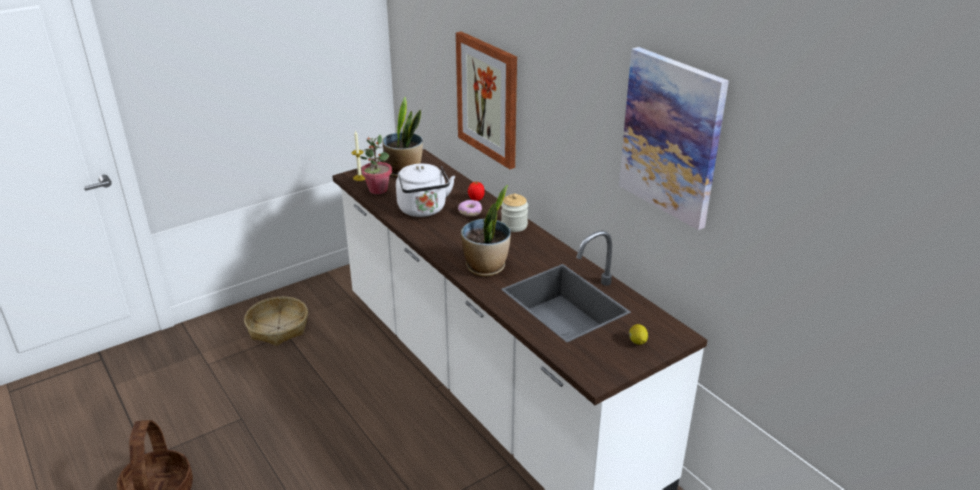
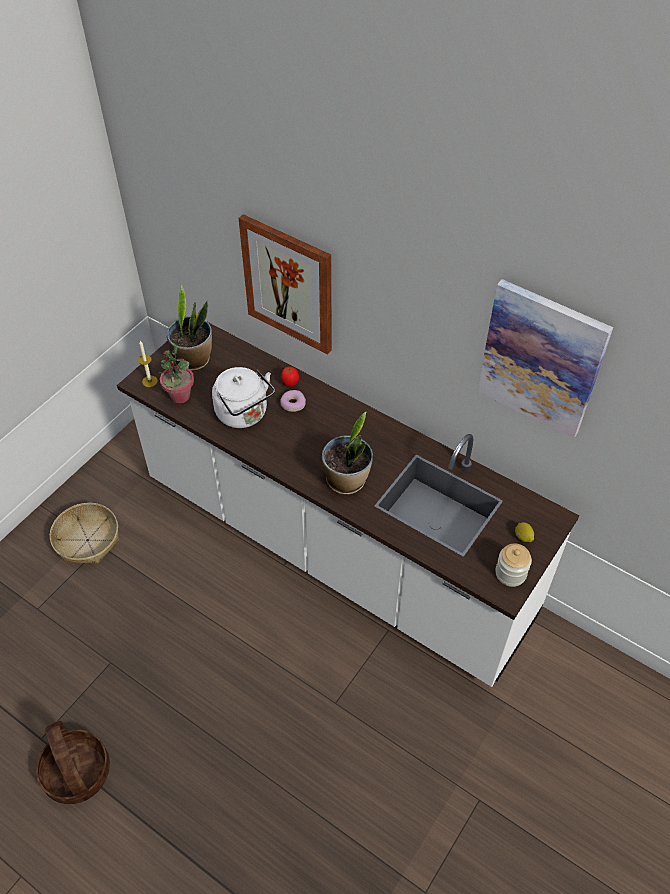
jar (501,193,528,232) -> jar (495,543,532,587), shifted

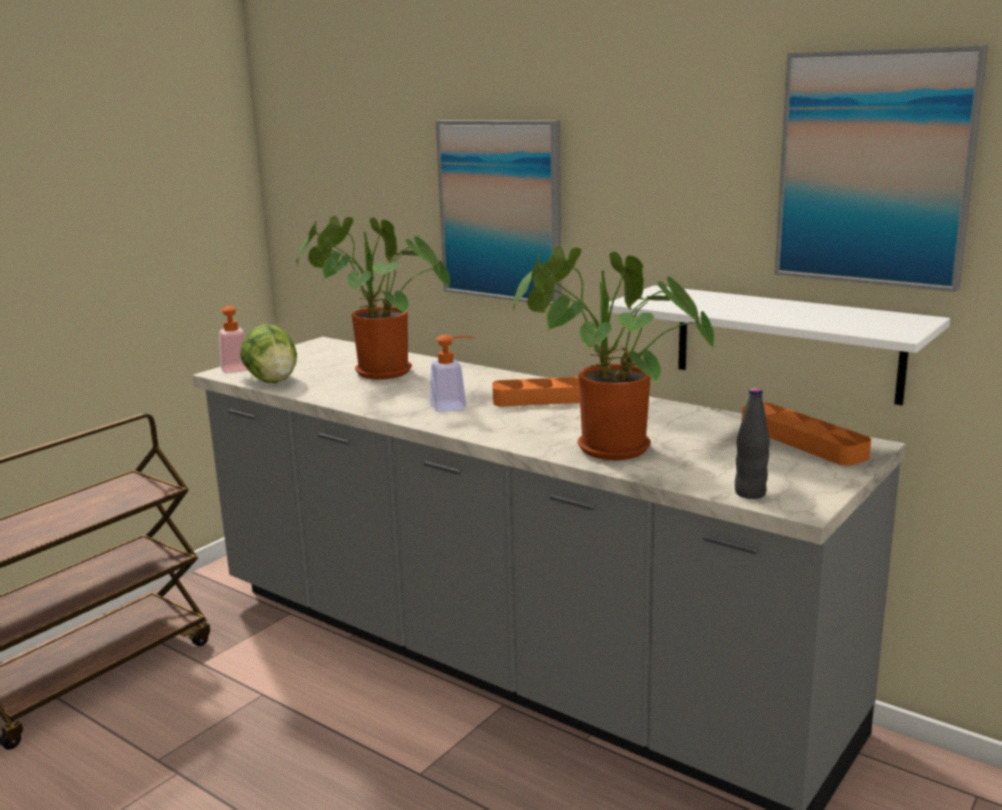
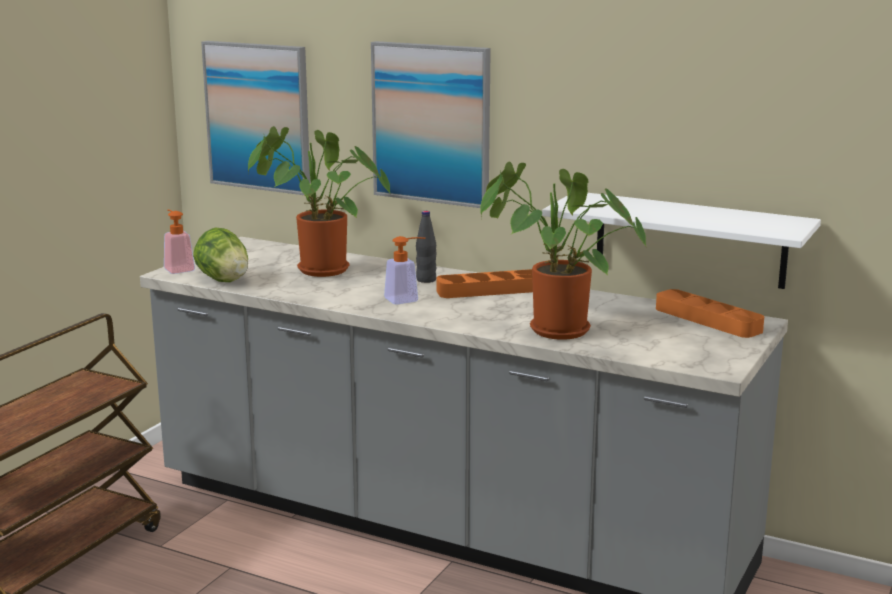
picture (774,45,988,292) -> picture (201,41,310,195), shifted
black_bottle (735,388,770,499) -> black_bottle (416,211,437,283), shifted

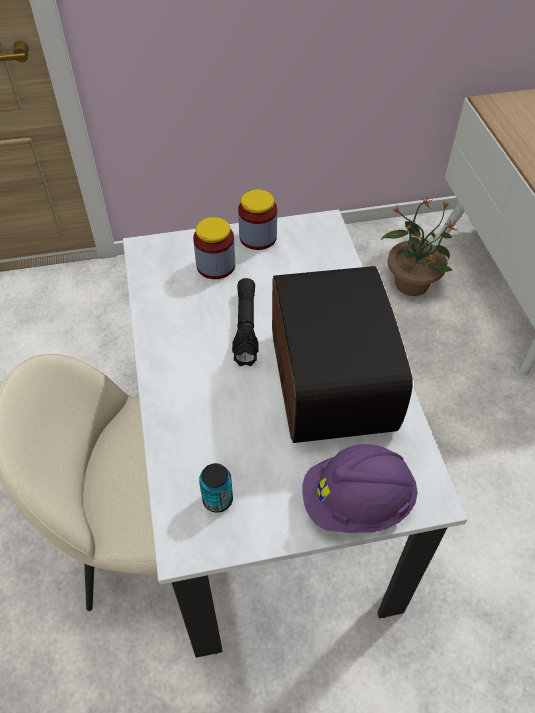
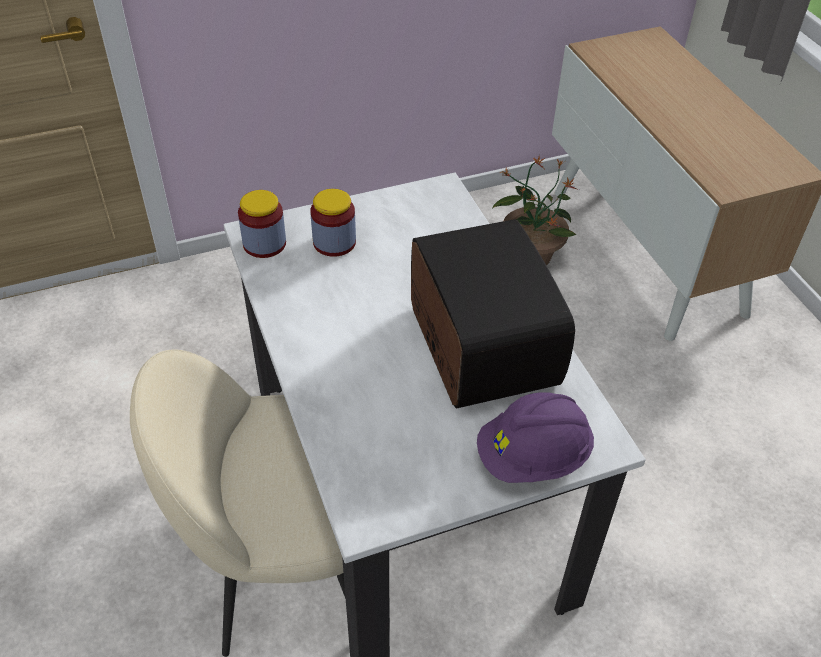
jar (238,189,277,250) -> jar (238,190,286,258), shifted
can (199,463,233,512) -> none
black_flashlight (232,278,258,366) -> none

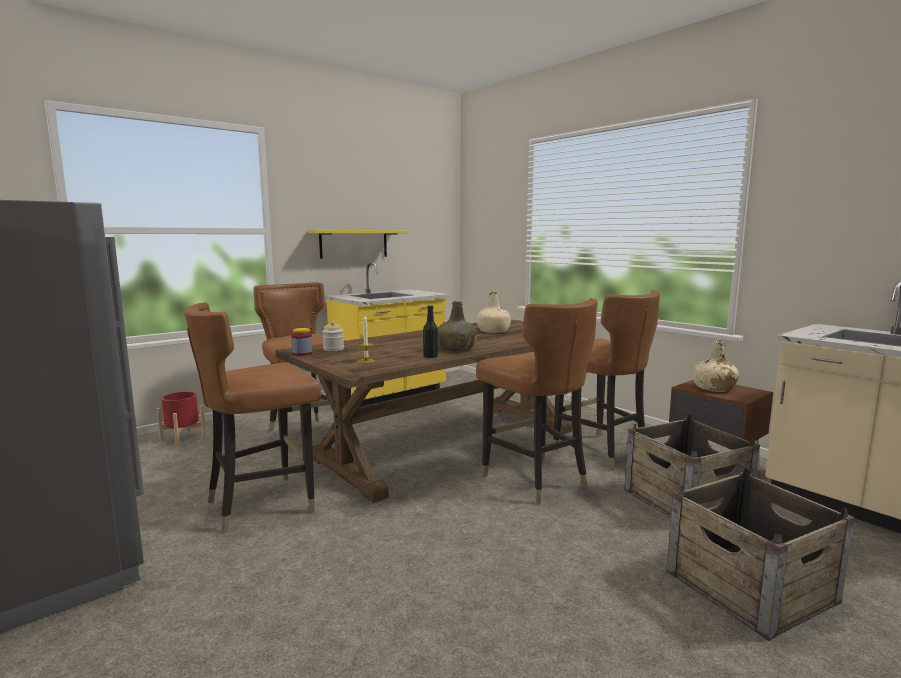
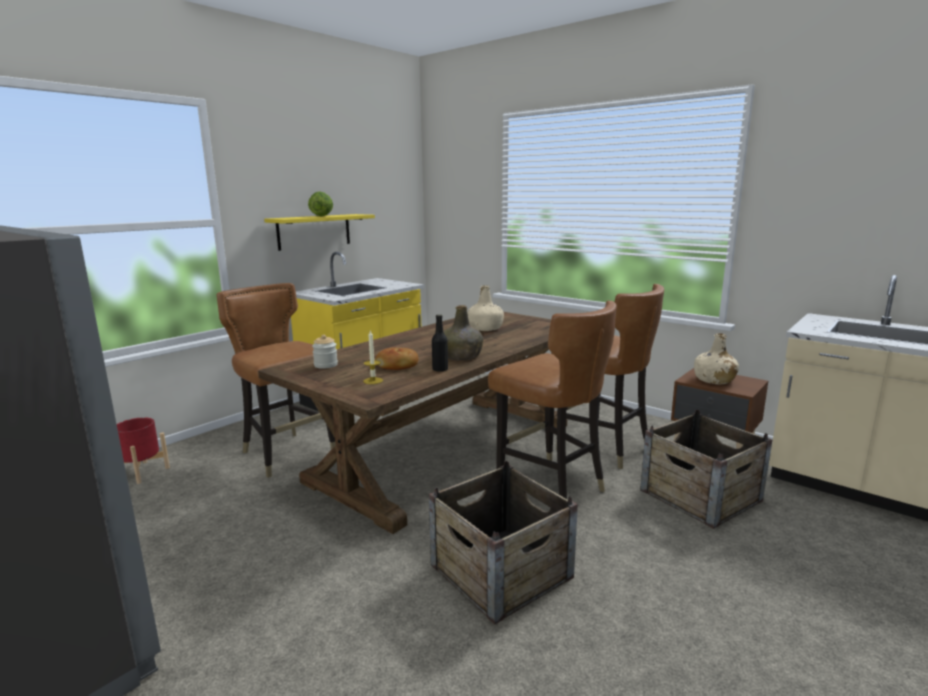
none -> lettuce (308,191,333,217)
none -> bread (375,347,418,370)
crate (667,468,855,641) -> crate (429,461,578,625), shifted
brown_chair (184,302,321,533) -> none
jar (291,328,313,356) -> none

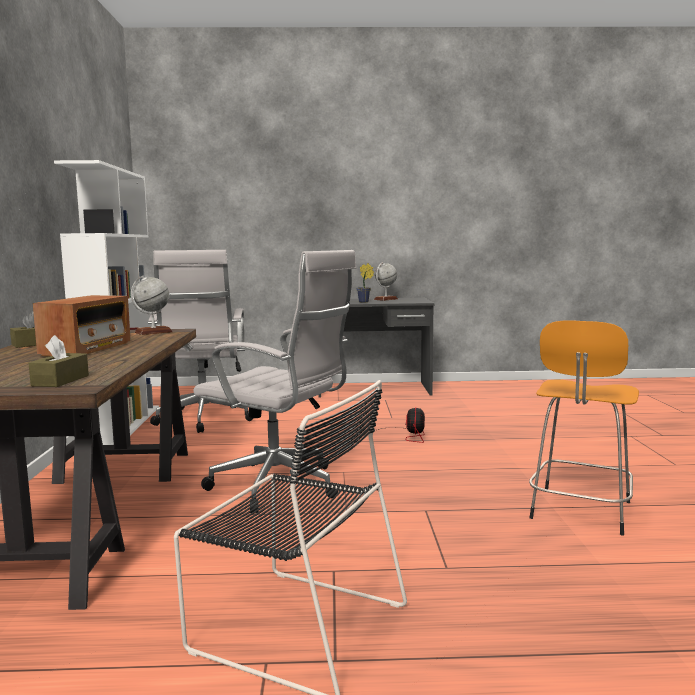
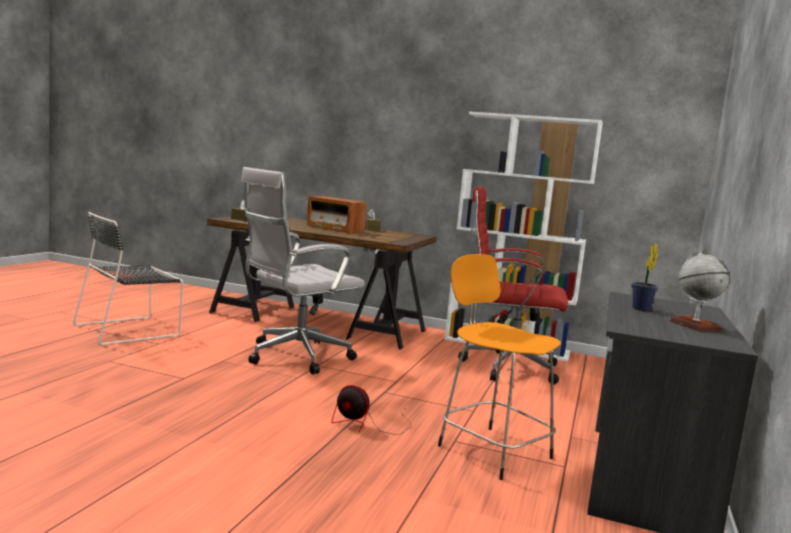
orange_stool (529,320,639,536) -> orange_stool (438,254,561,480), shifted
white_office_chair (148,250,254,433) -> red_office_chair (458,187,568,385)
globe (131,276,173,335) -> none

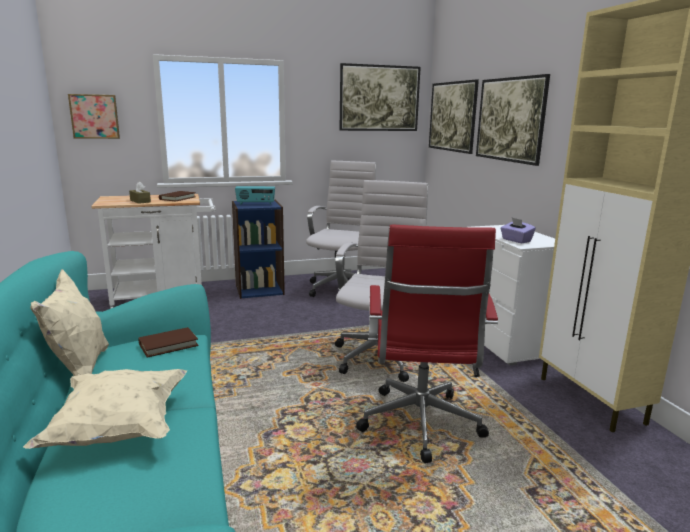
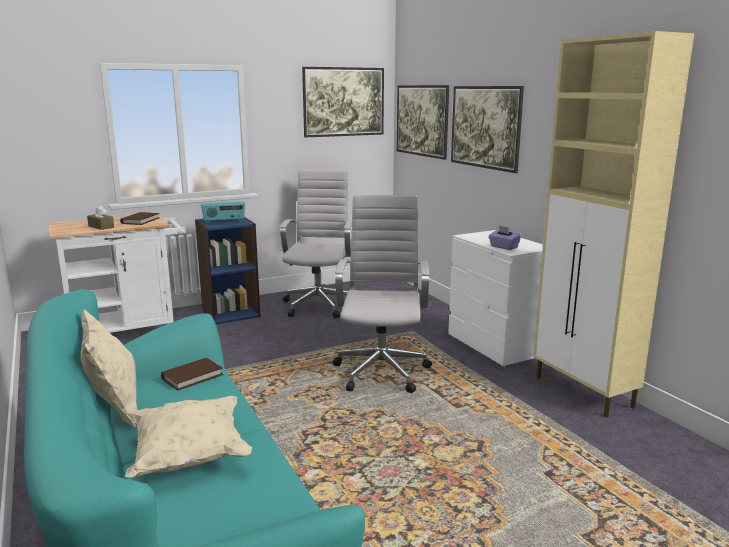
picture (68,94,120,139) -> none
red_office_chair (356,225,498,463) -> none

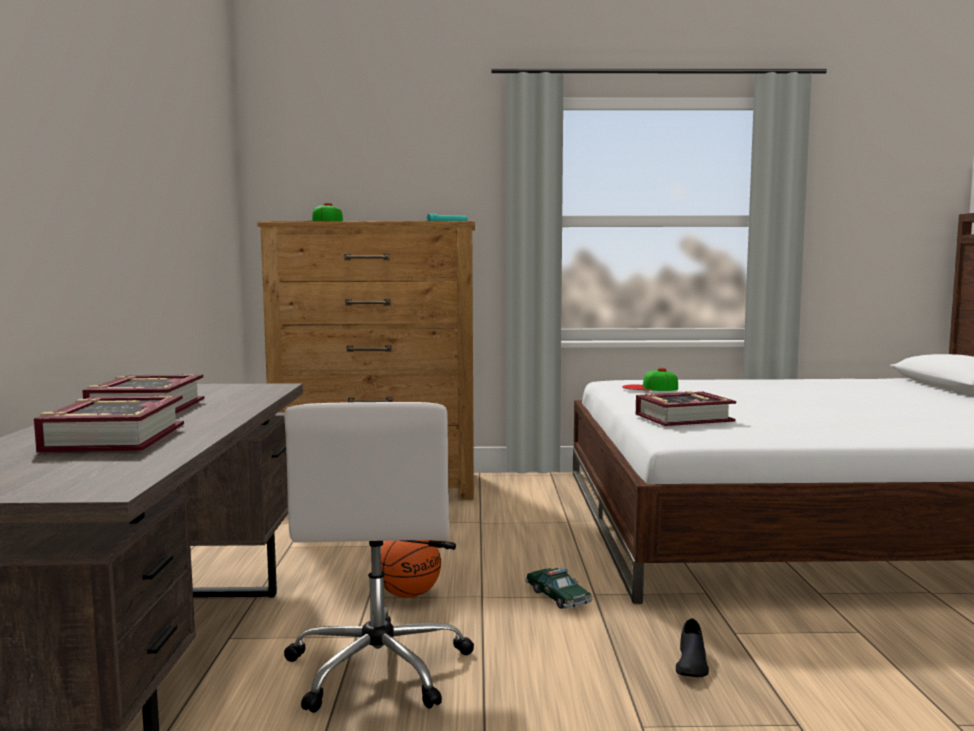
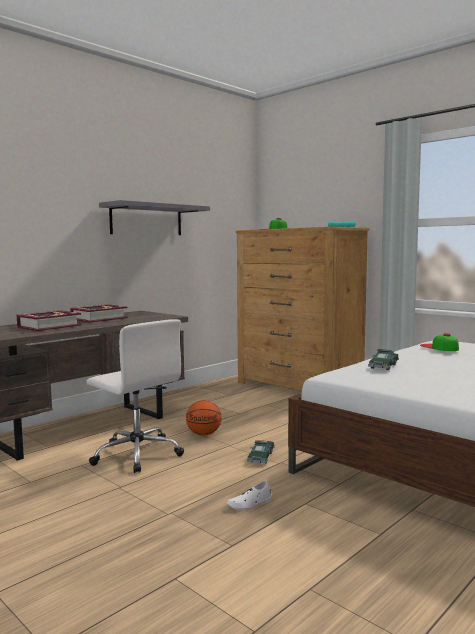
white_office_chair (284,402,474,713) -> white_office_chair (86,319,184,473), 90 degrees counterclockwise
none -> grey_shelf (99,200,210,235)
black_shoe (676,618,709,677) -> white_shoe (227,481,272,511)
book (636,391,736,426) -> toy_car (368,349,399,370)

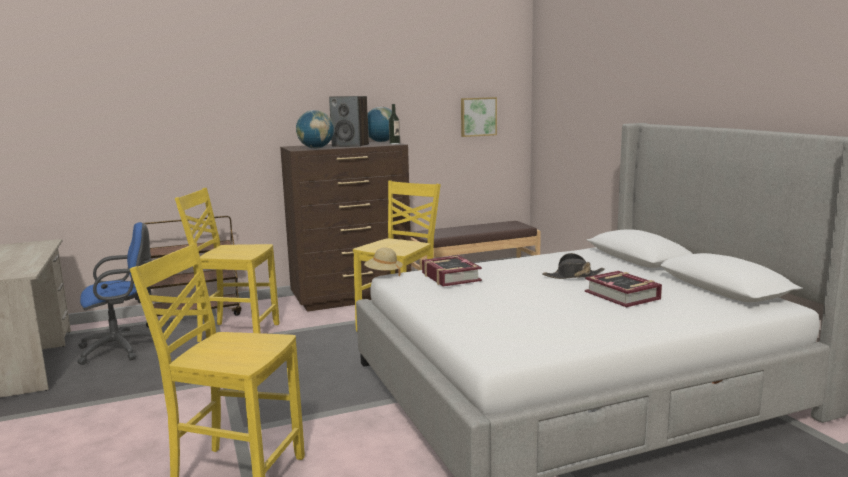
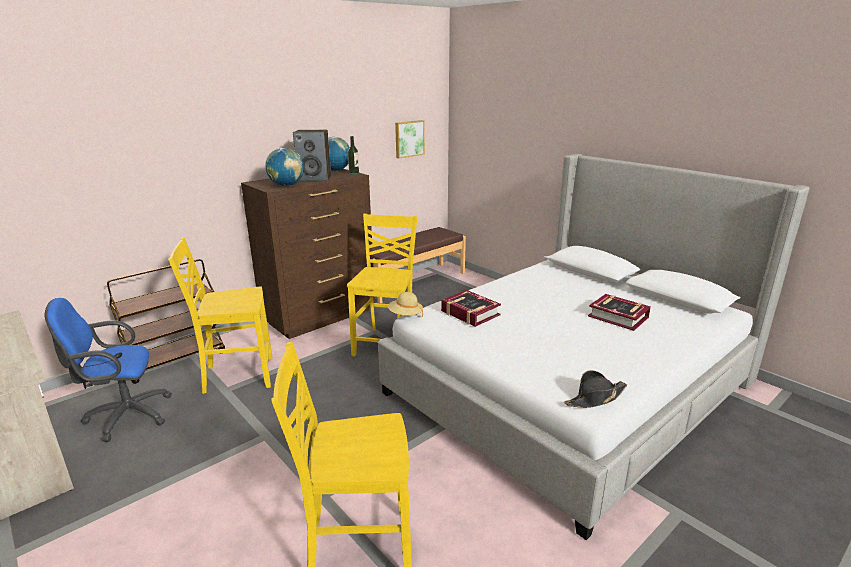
blue_office_chair (77,222,152,365) -> blue_office_chair (44,298,172,442), 150 degrees counterclockwise
black_hat (542,253,605,279) -> black_hat (564,370,627,408), shifted

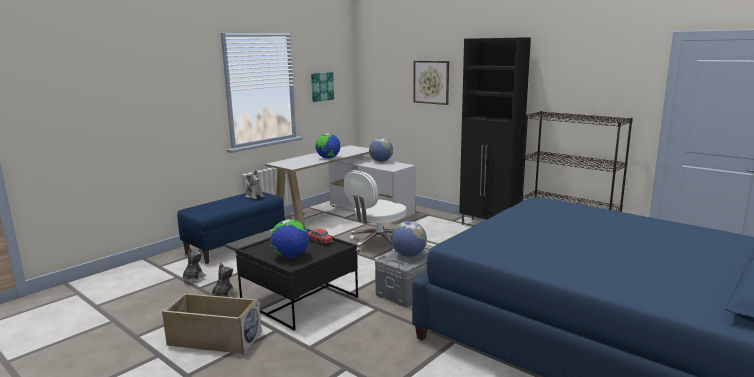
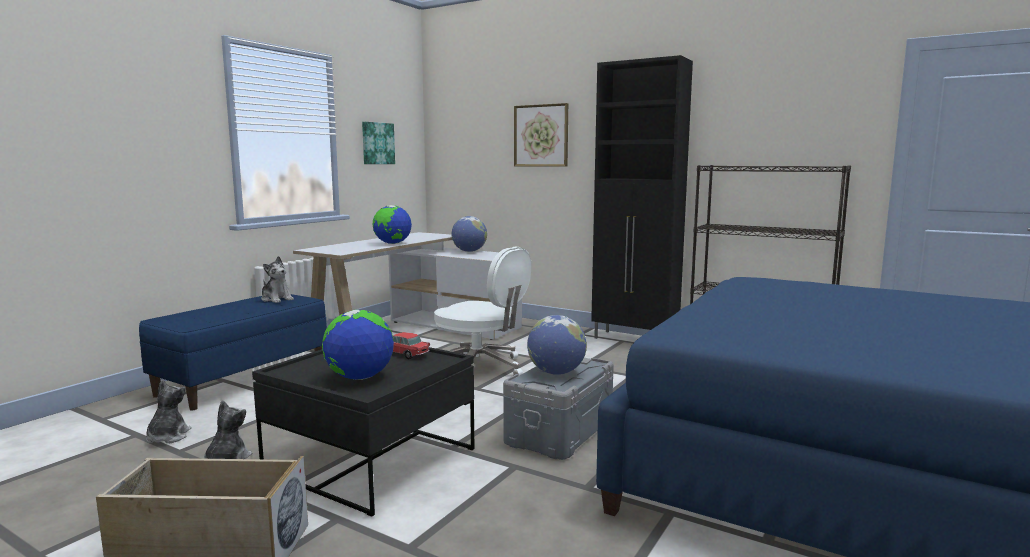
white_office_chair (344,170,406,253) -> white_office_chair (434,247,532,377), 90 degrees counterclockwise

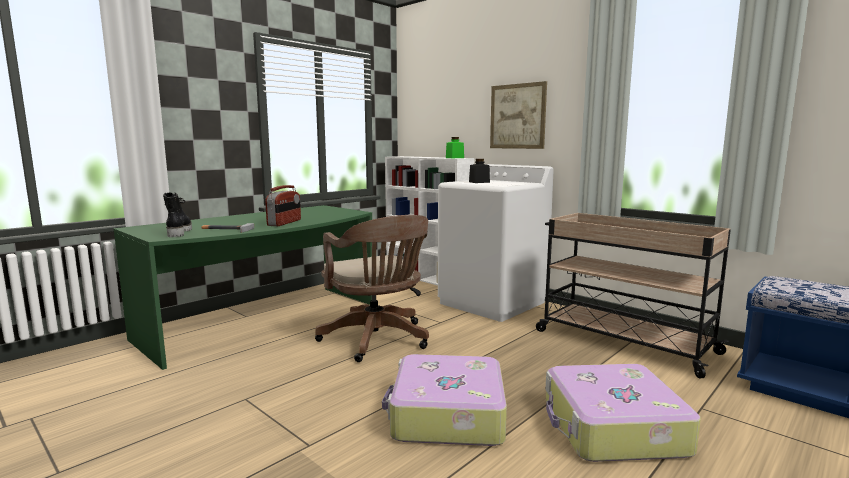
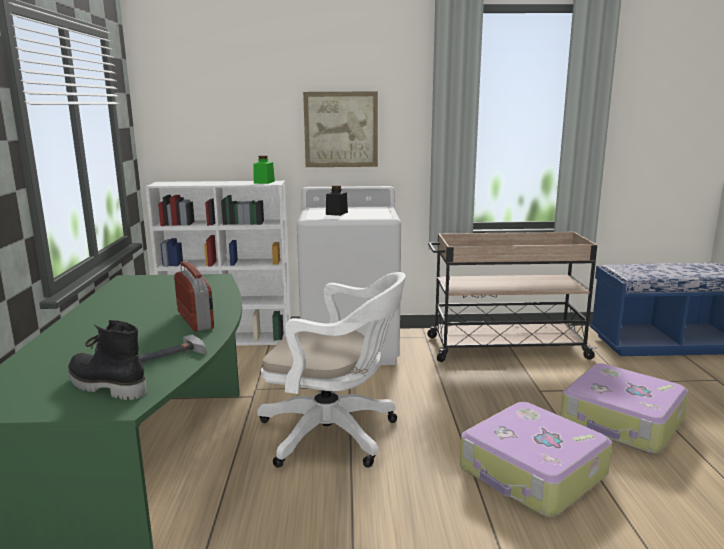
brown_office_chair (315,215,429,362) -> white_office_chair (257,272,406,468)

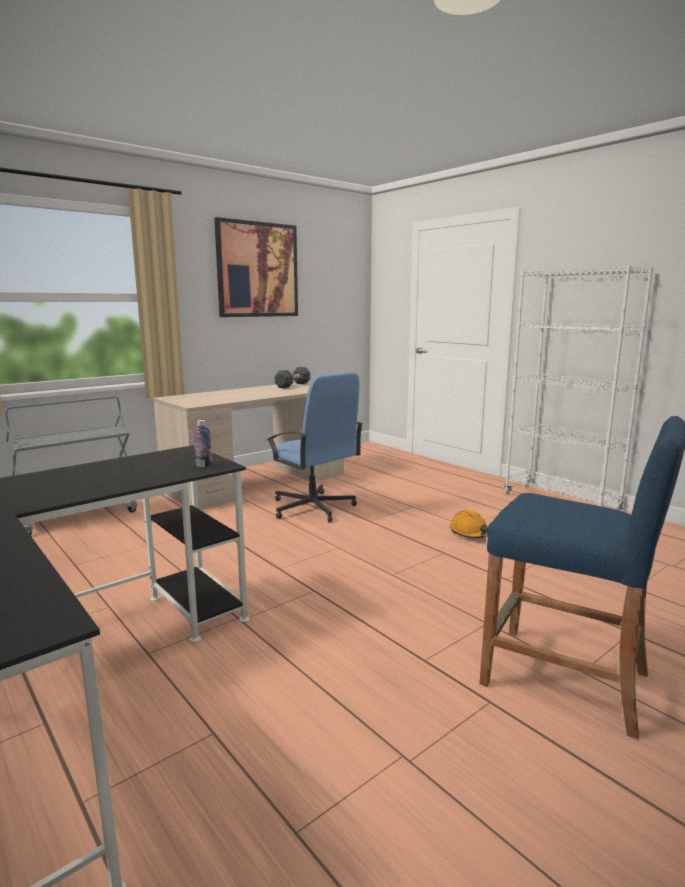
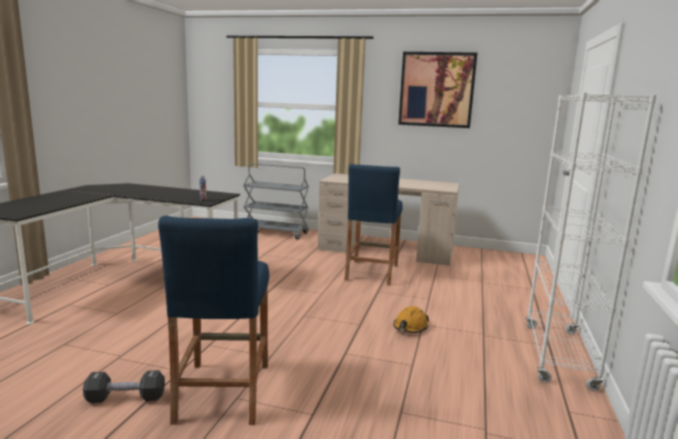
black_dumbbell (275,367,310,388) -> black_dumbbell (83,370,165,403), shifted
blue_office_chair (267,372,363,522) -> blue_stool (344,164,403,285)

